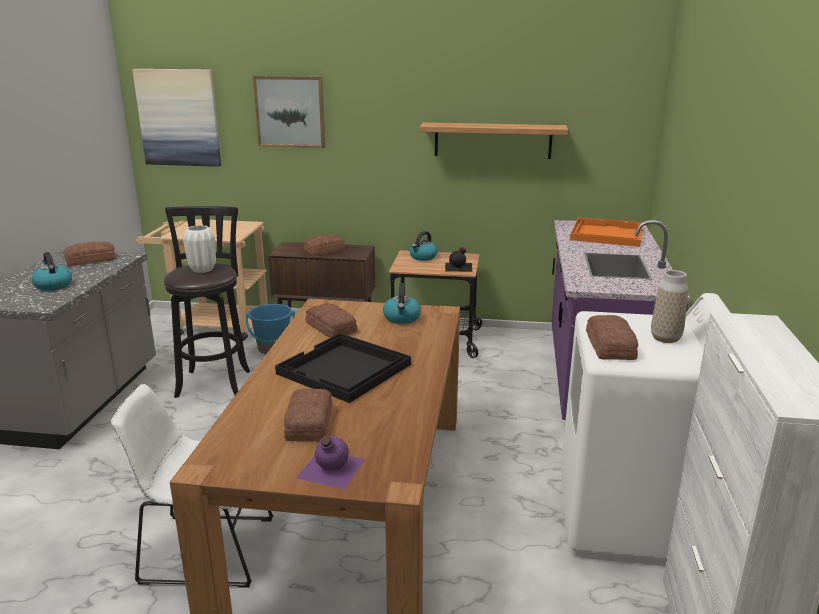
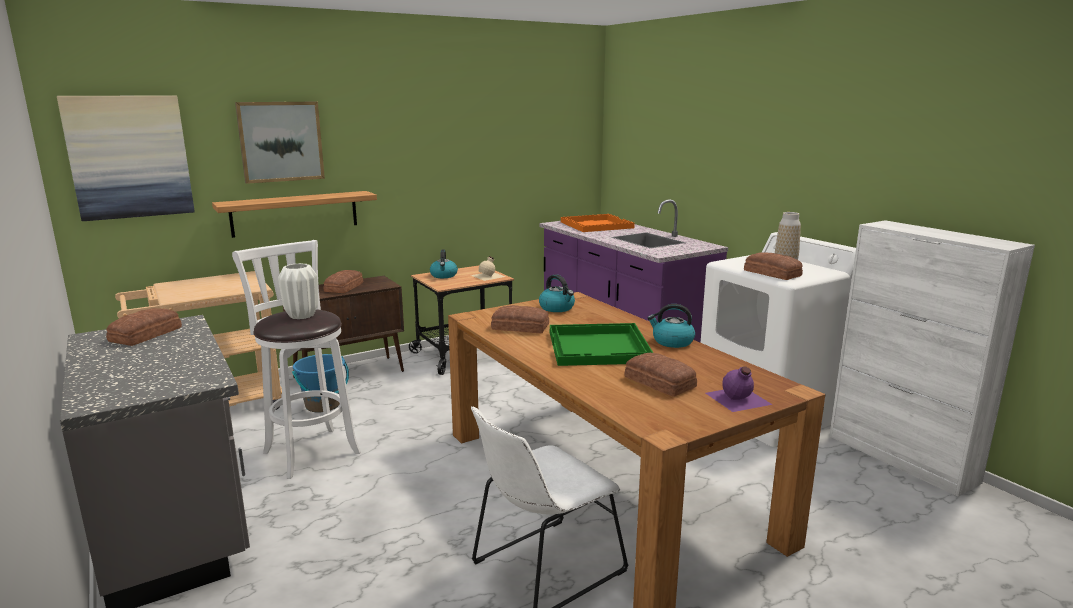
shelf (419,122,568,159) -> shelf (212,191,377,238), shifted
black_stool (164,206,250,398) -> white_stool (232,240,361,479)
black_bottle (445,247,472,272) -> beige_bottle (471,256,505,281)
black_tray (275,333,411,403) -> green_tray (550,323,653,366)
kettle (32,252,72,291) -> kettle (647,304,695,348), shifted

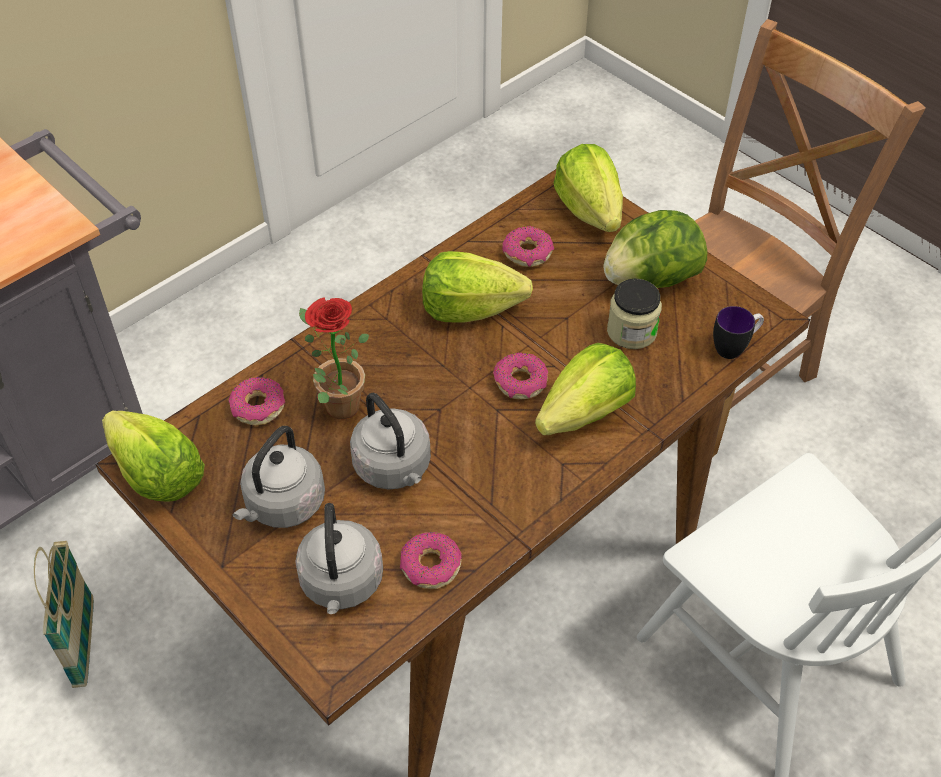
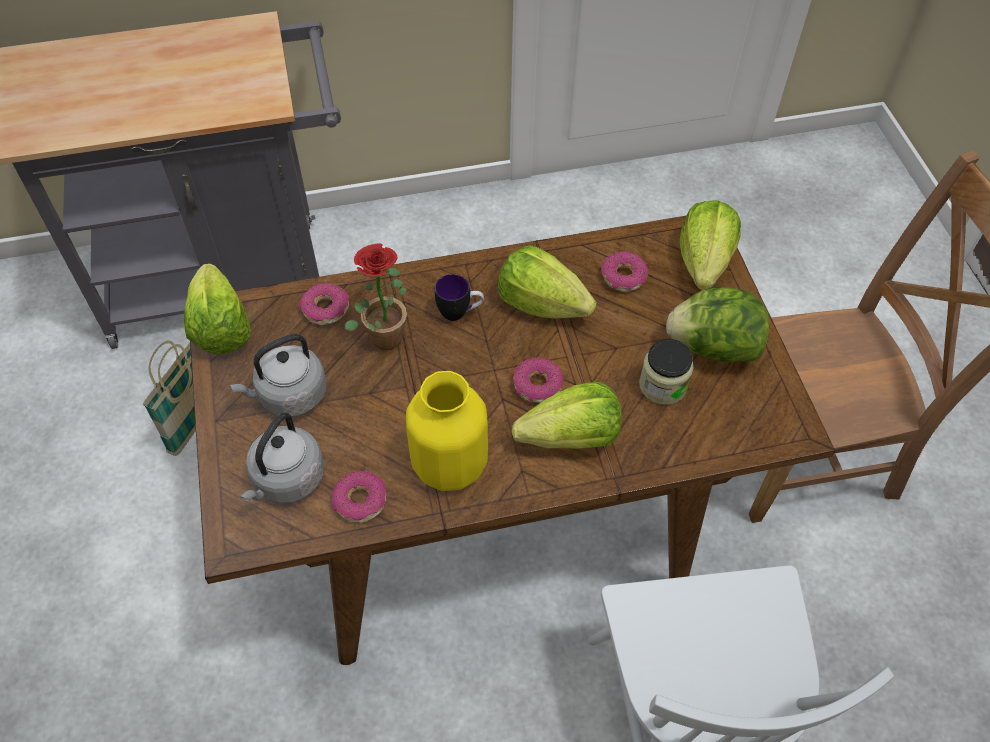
none -> yellow_vase (406,371,488,491)
mug (713,306,764,359) -> mug (435,274,484,321), shifted
grey_kettle (350,393,431,489) -> none

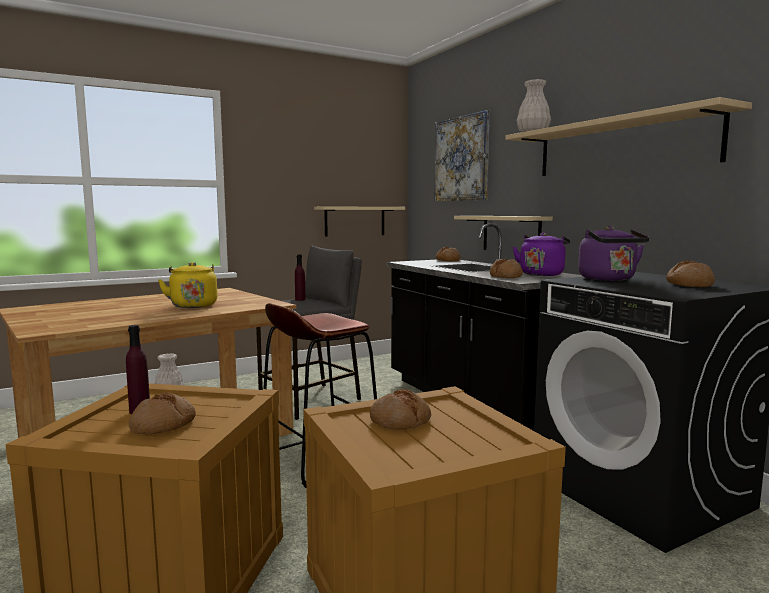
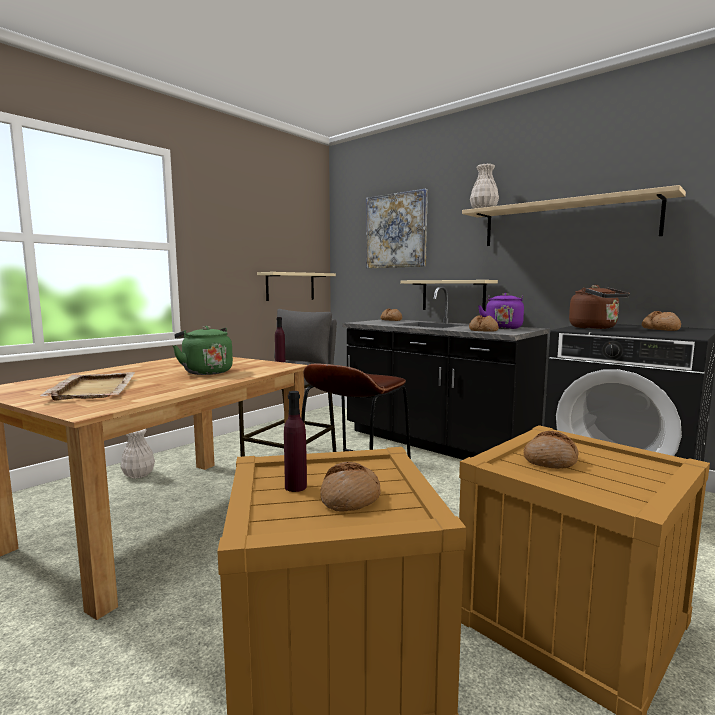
none -> beige_tray (40,372,135,401)
yellow_kettle (158,262,218,308) -> green_kettle (173,326,233,375)
purple_kettle (578,226,649,281) -> brown_kettle (569,285,630,329)

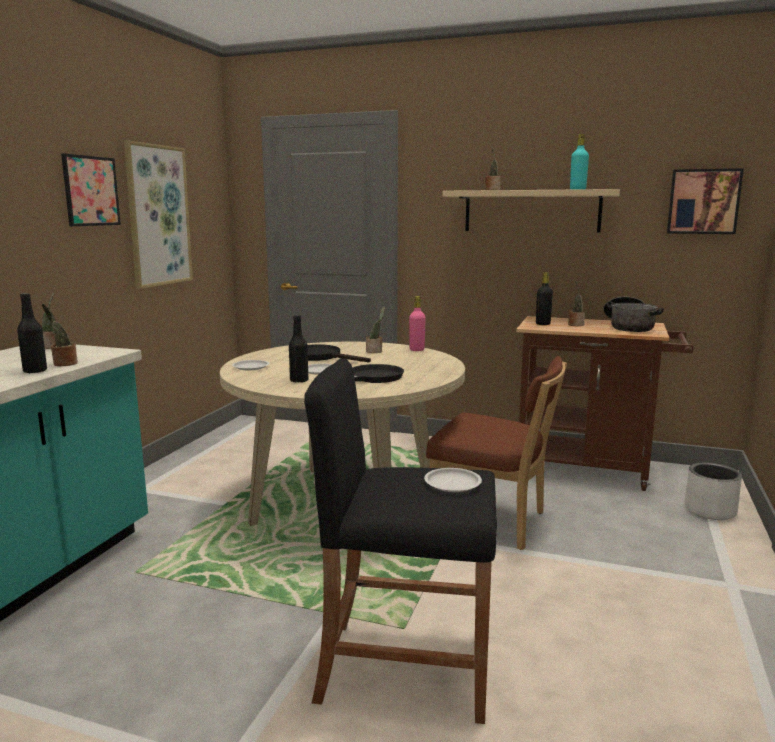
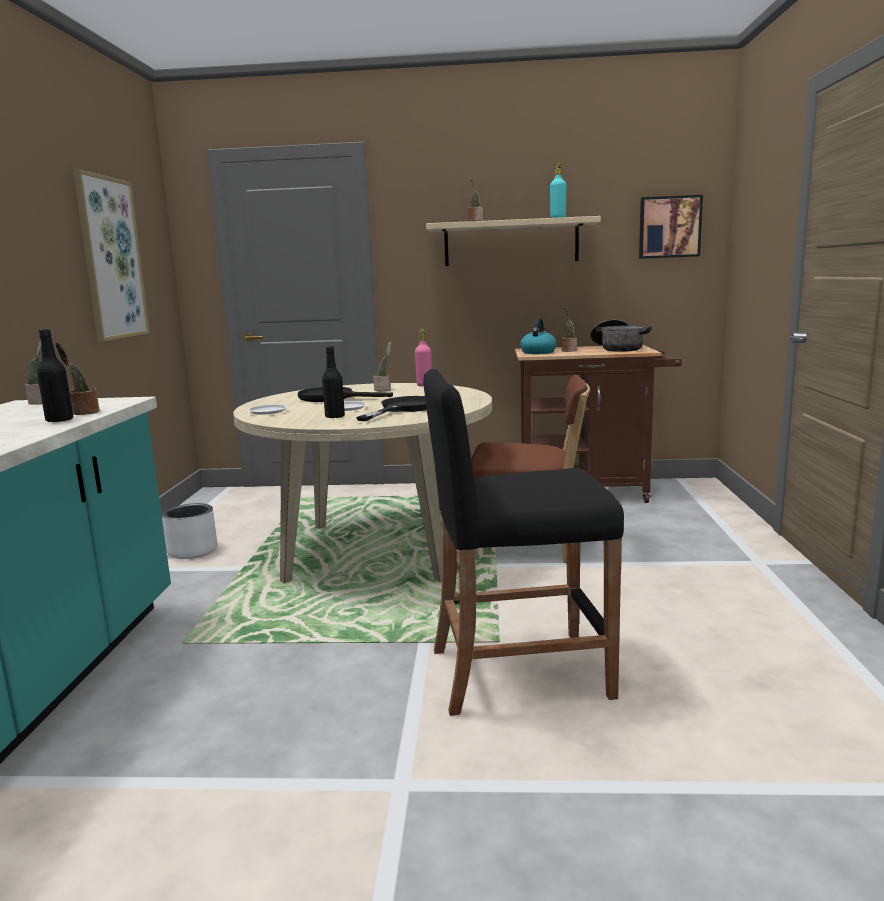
white_planter (684,463,742,520) -> white_planter (162,503,217,559), shifted
black_bottle (536,272,553,325) -> kettle (520,318,557,354)
picture (61,153,121,226) -> none
white_plate (424,468,482,492) -> none

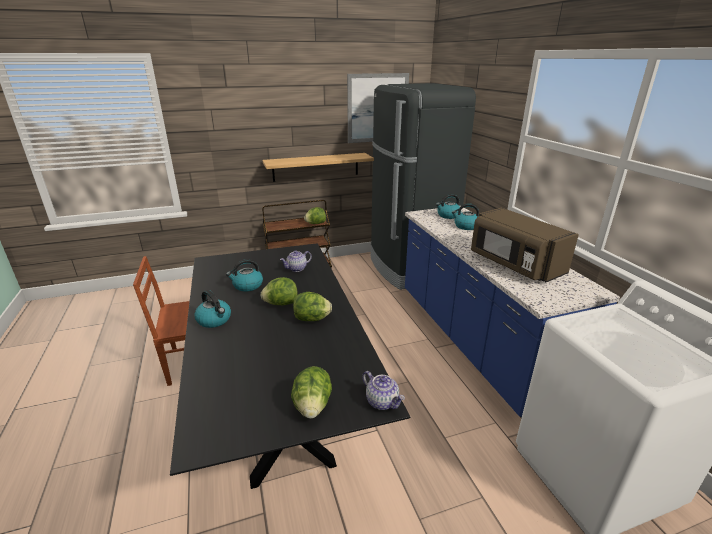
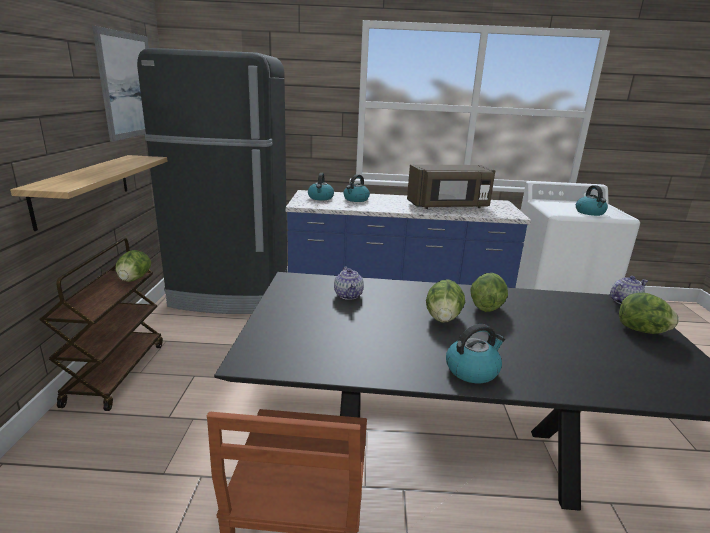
kettle (226,259,263,292) -> kettle (576,185,608,216), shifted

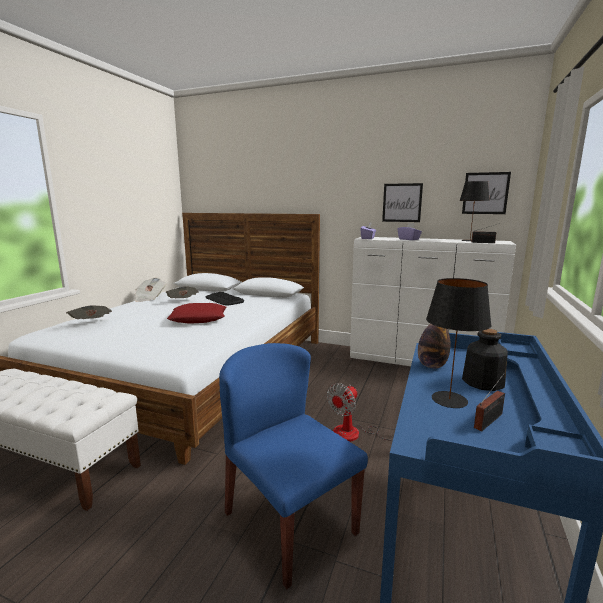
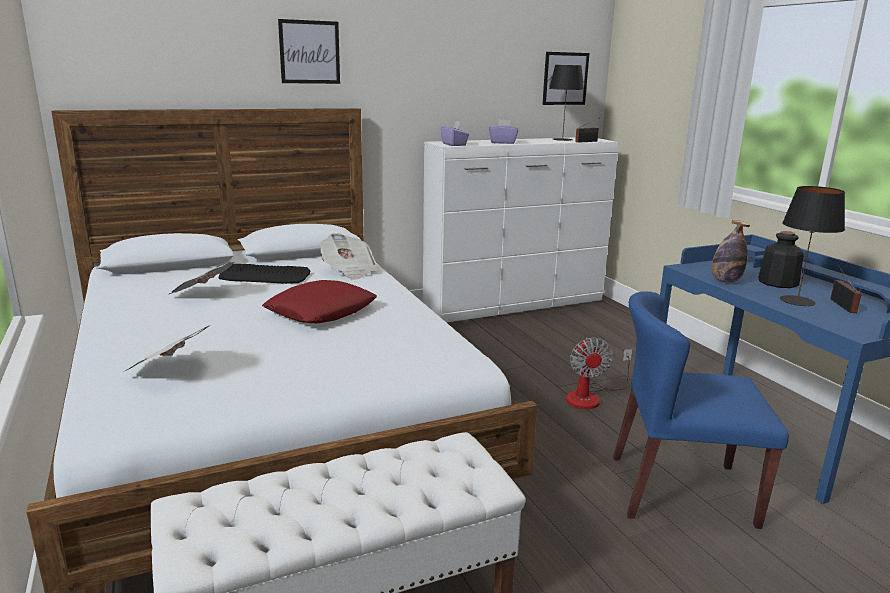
picture (382,183,423,222) -> picture (278,19,340,84), shifted
newspaper (135,278,166,302) -> newspaper (320,233,377,280), shifted

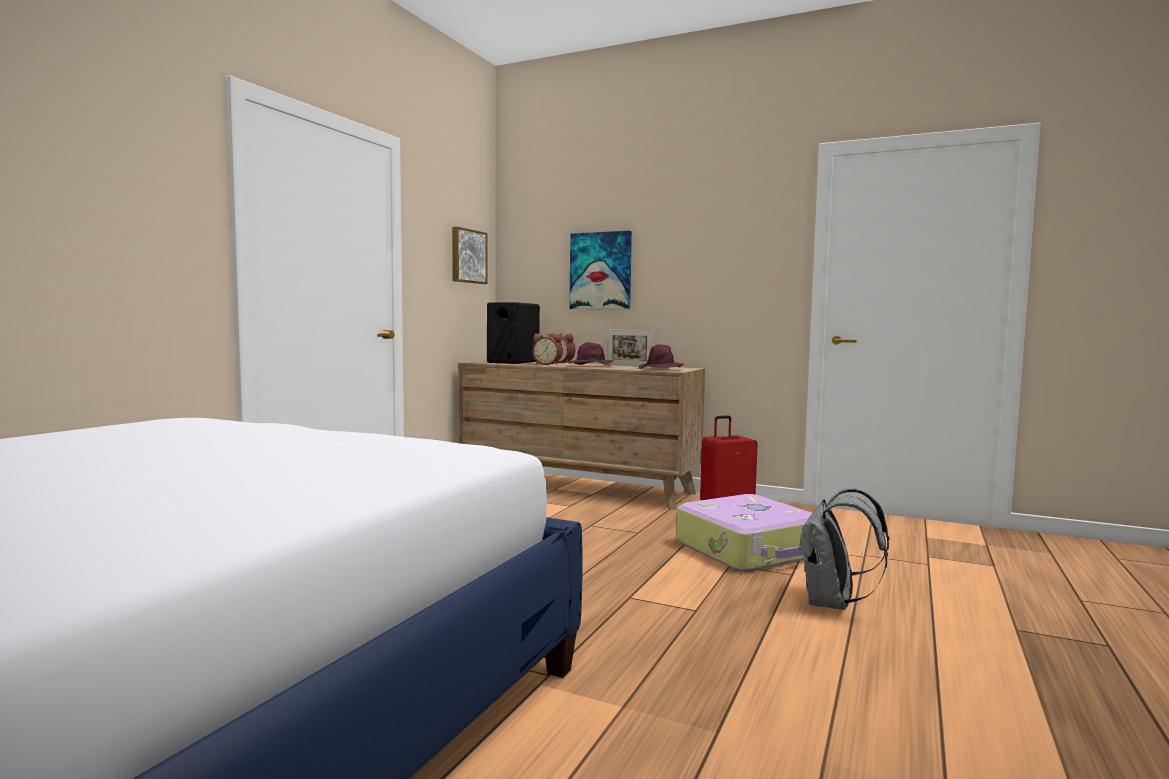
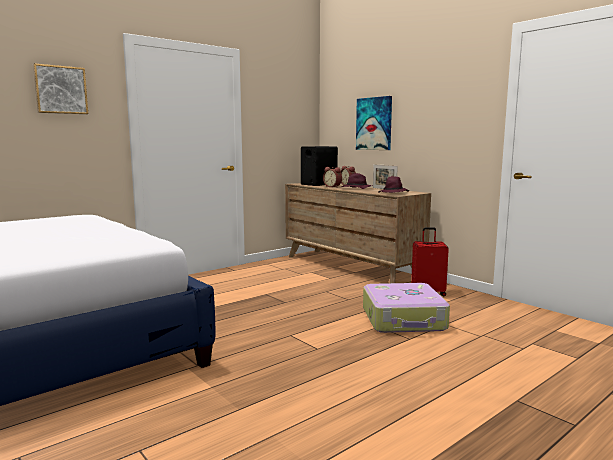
picture (452,227,488,284) -> picture (33,63,88,114), shifted
grey_backpack (798,488,889,610) -> none

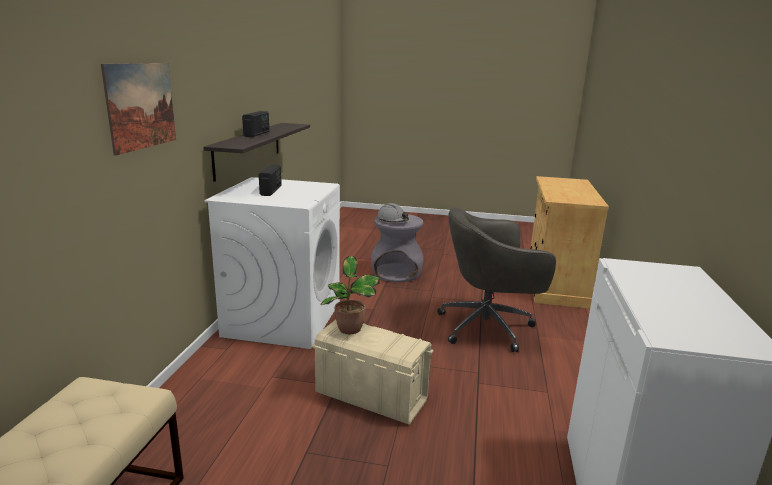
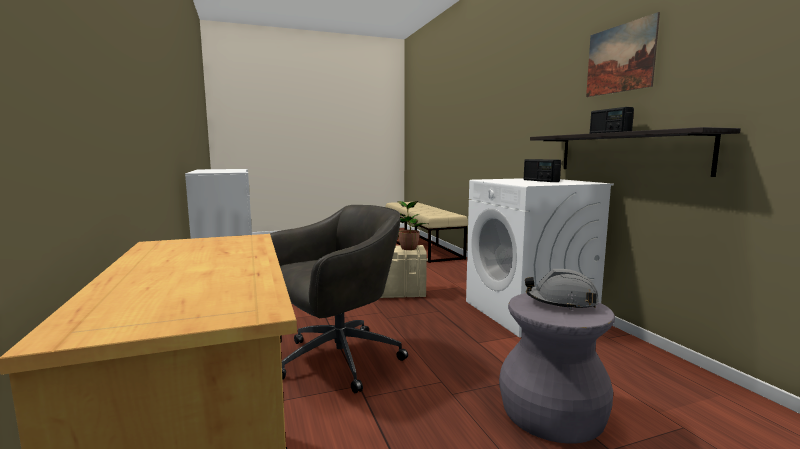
picture (101,63,176,156) -> picture (586,12,660,97), shifted

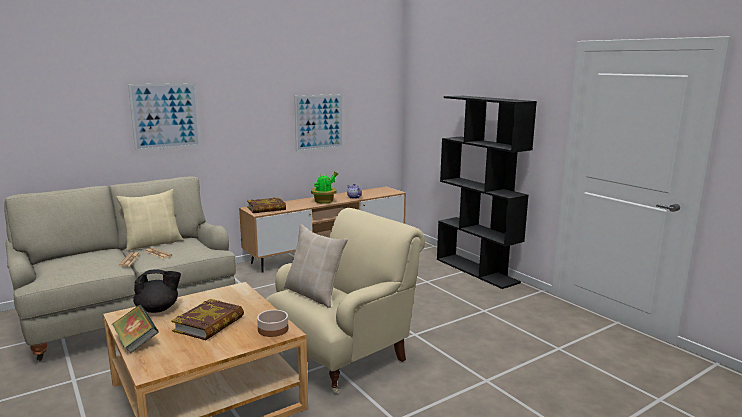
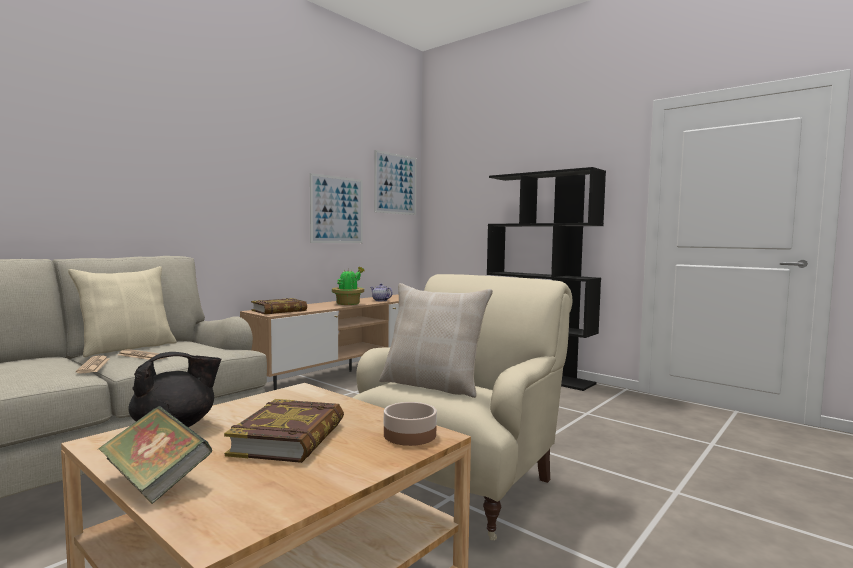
picture (128,83,201,151) -> picture (374,150,417,215), shifted

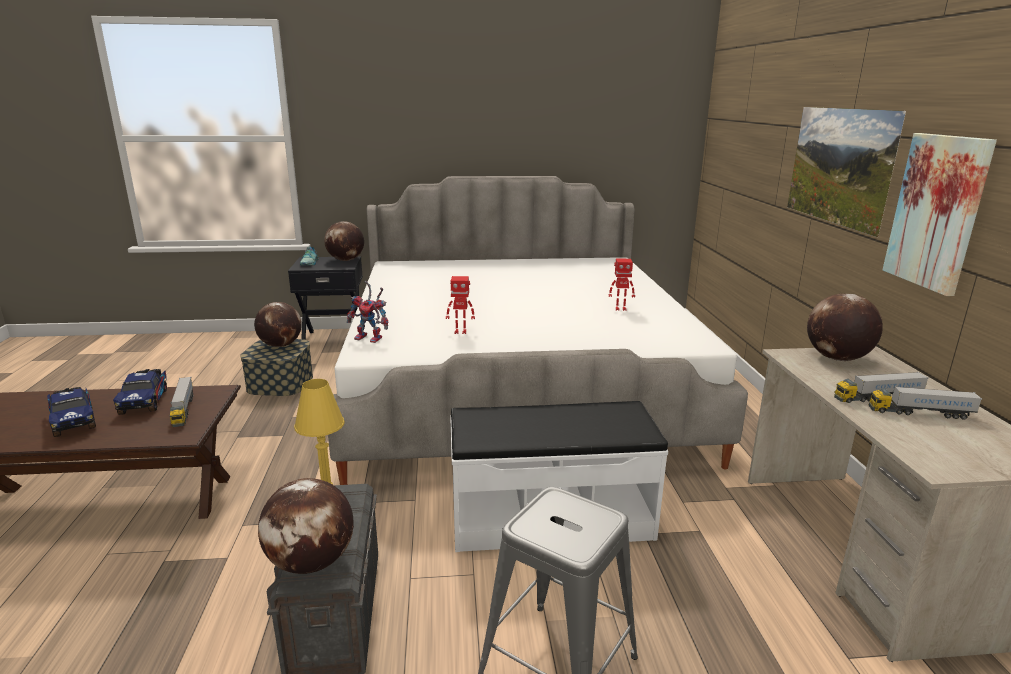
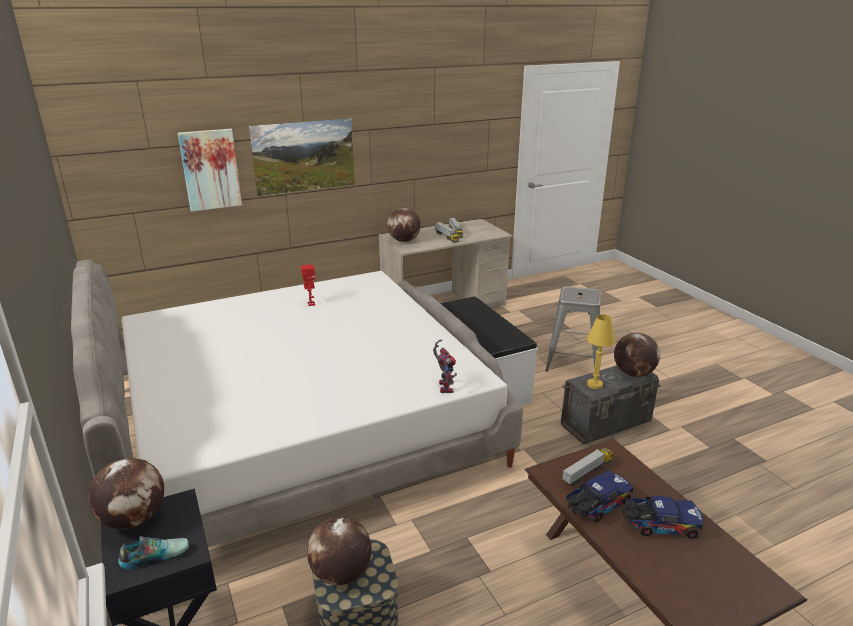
picture (883,133,997,296) -> picture (178,129,242,212), shifted
toy_truck (47,387,96,437) -> toy_truck (622,495,703,539), 60 degrees clockwise
toy_robot (446,276,475,334) -> none

